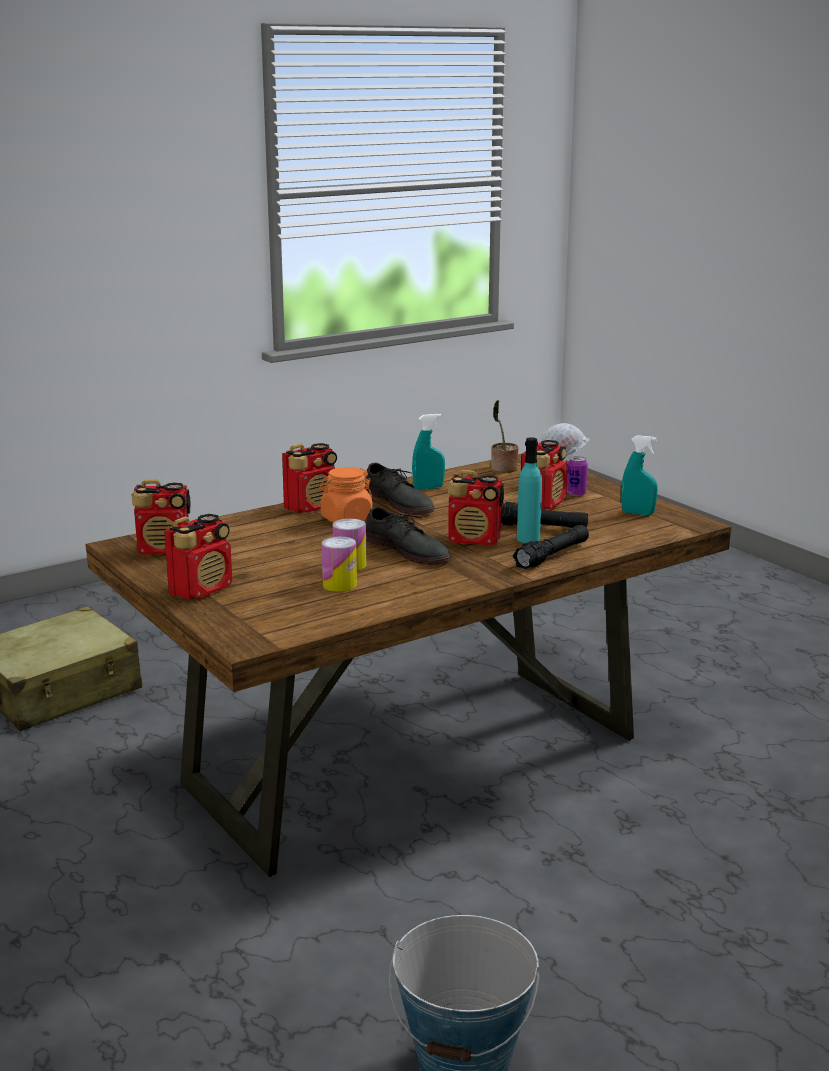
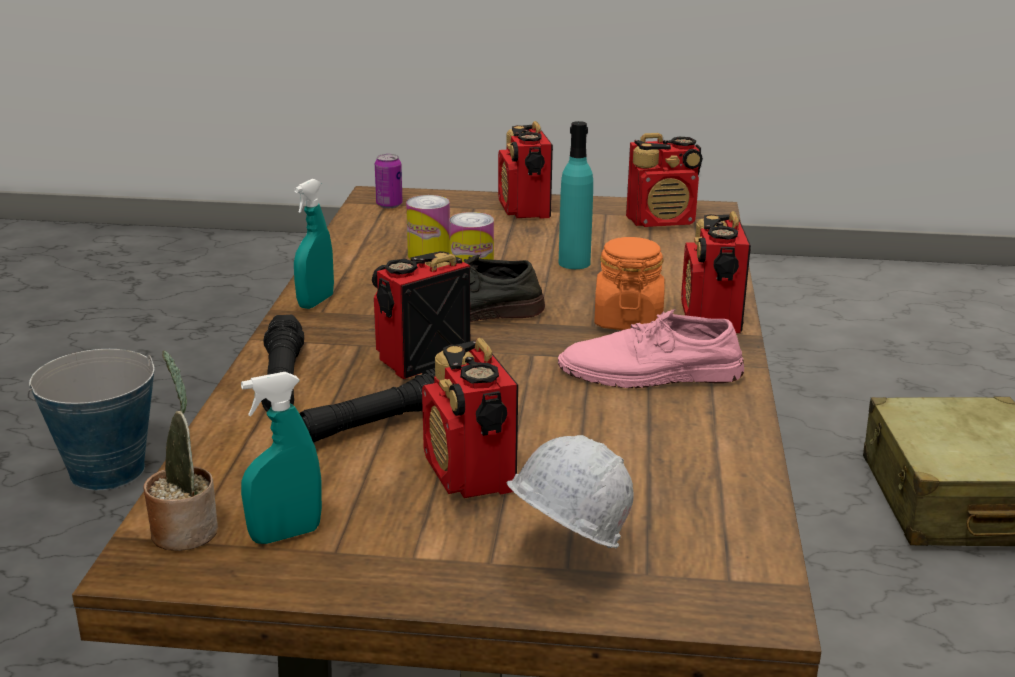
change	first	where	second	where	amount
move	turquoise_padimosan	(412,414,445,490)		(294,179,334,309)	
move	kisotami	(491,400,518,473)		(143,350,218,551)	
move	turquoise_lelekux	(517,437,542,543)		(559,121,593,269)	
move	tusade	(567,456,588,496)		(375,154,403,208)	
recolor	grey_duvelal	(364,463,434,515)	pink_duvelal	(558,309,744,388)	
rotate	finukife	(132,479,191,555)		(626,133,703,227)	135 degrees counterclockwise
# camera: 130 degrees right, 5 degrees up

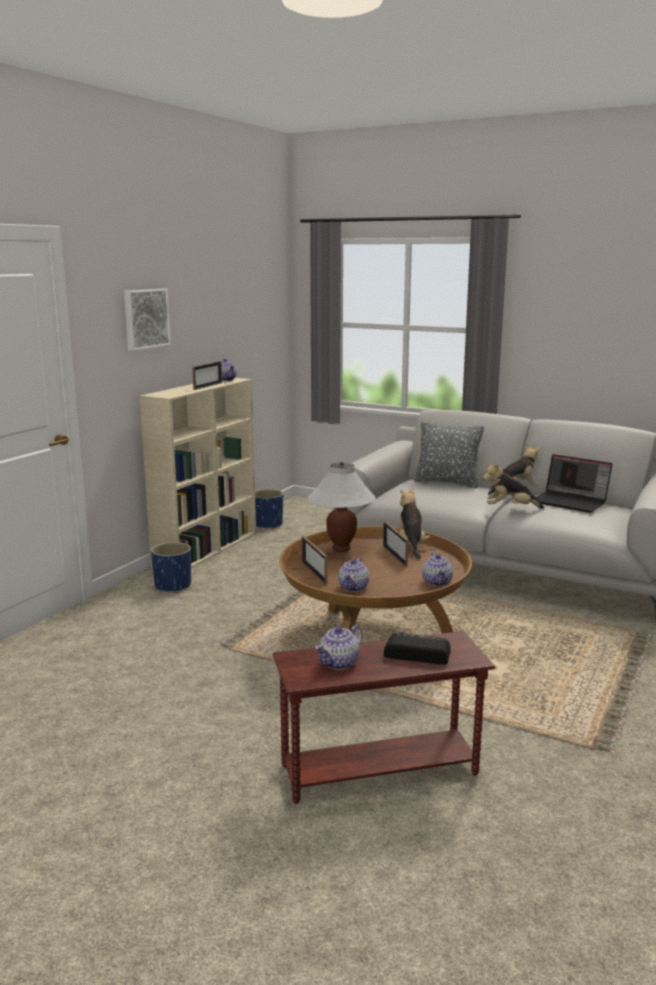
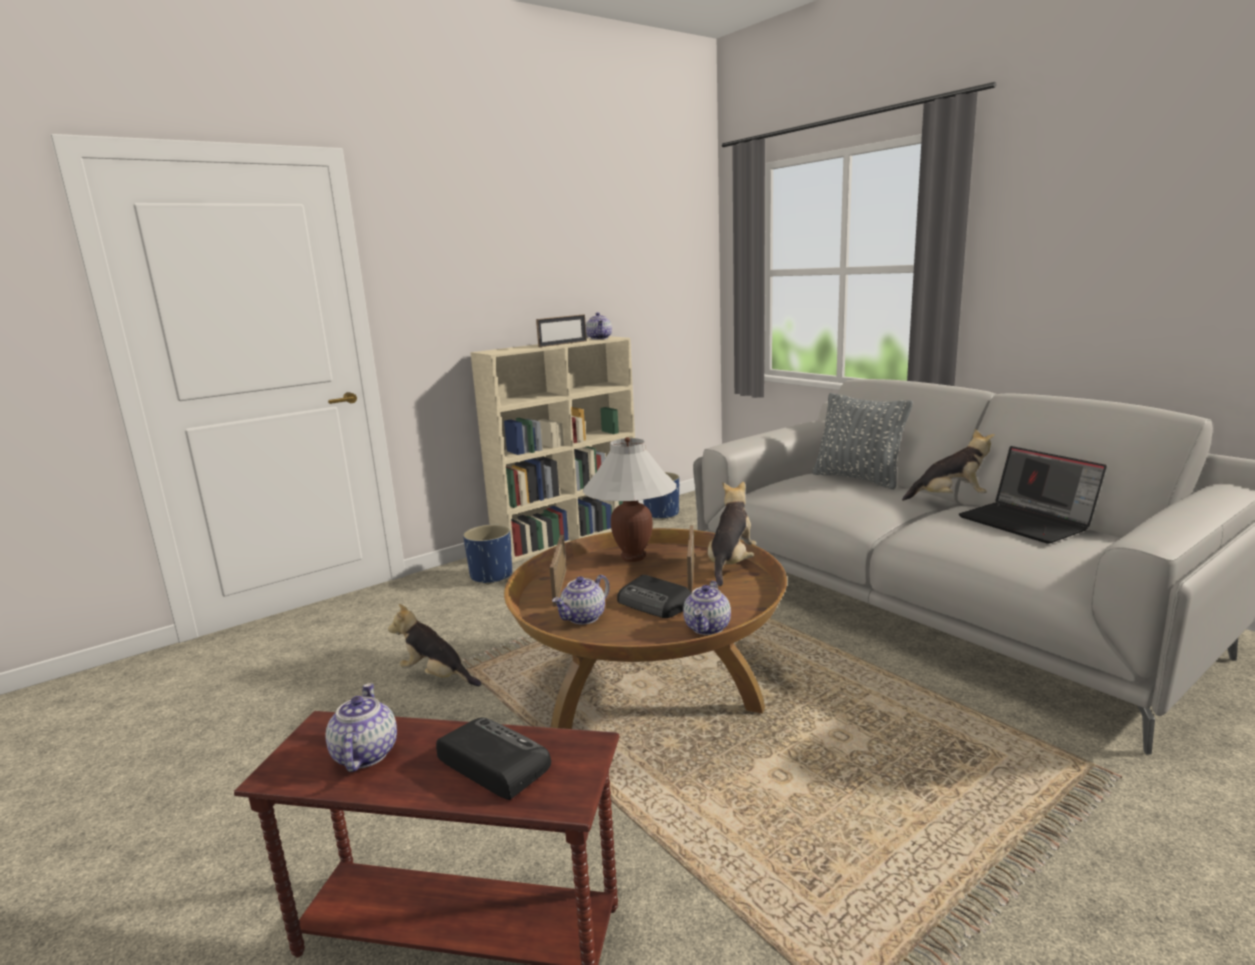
change	first	where	second	where	amount
delete	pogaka	(124,289,171,351)			
insert			finukife	(617,575,691,618)	
move	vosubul	(483,462,544,509)		(388,604,481,686)	
rotate	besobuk	(315,625,362,670)		(325,683,397,772)	105 degrees clockwise
# camera: 25 degrees right, 0 degrees up

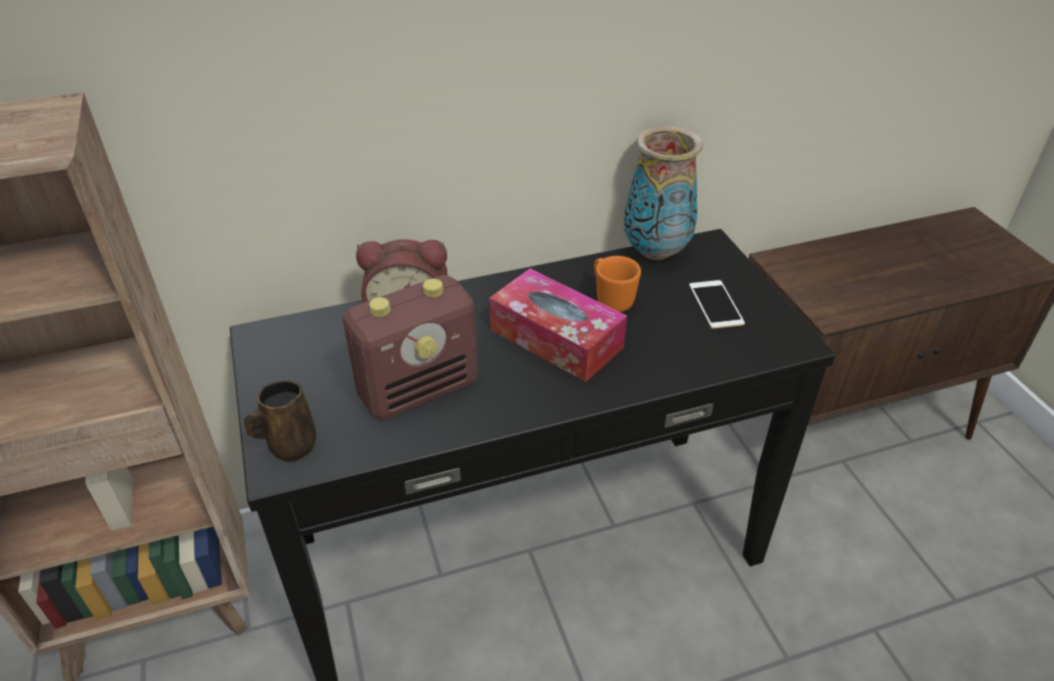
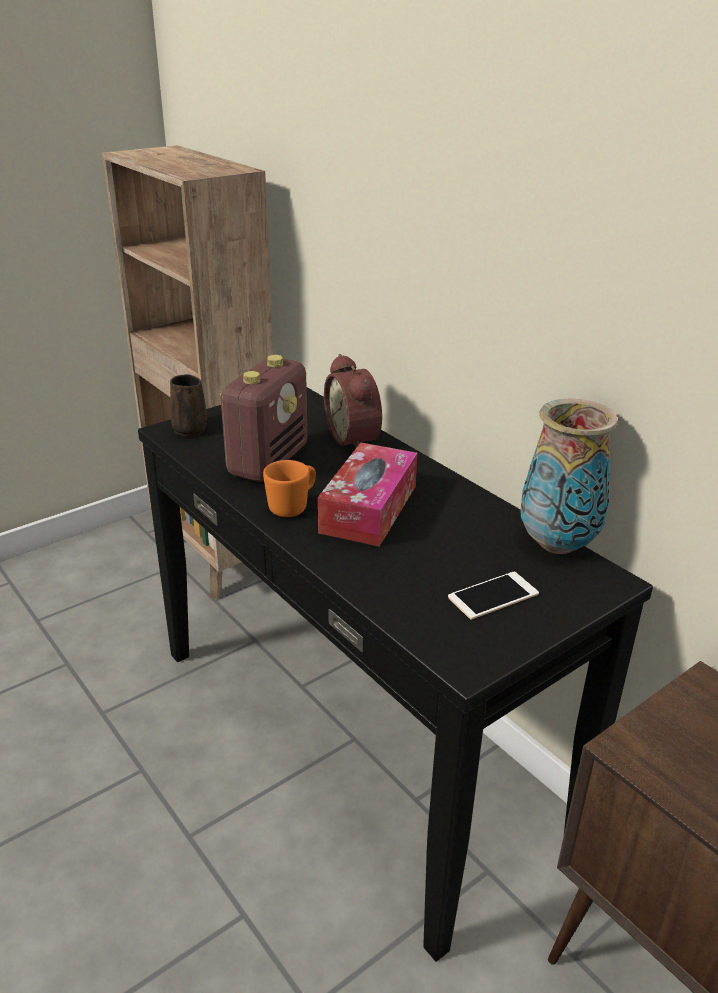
change	first	where	second	where	amount
move	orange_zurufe	(594,256,641,312)		(263,460,316,517)	
rotate	finukife	(343,275,478,420)		(220,355,307,482)	105 degrees counterclockwise
# camera: 70 degrees right, 10 degrees down

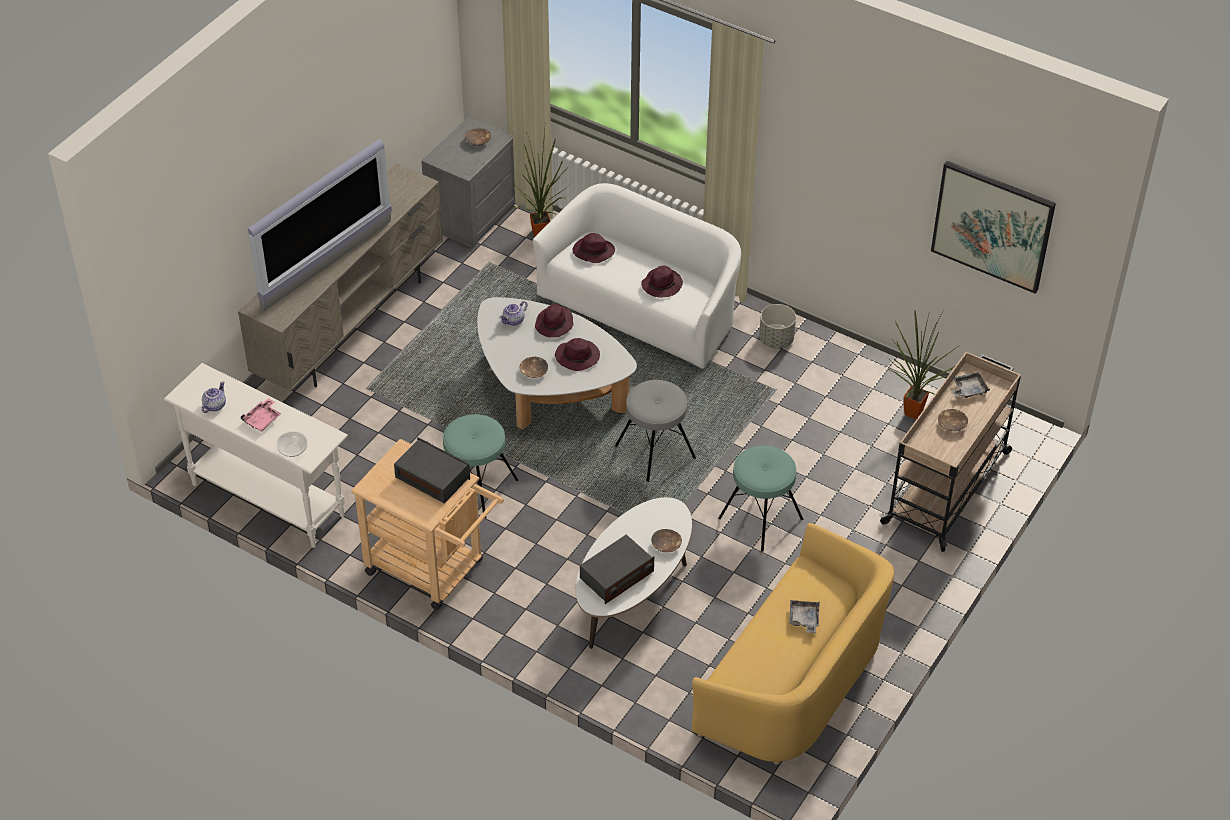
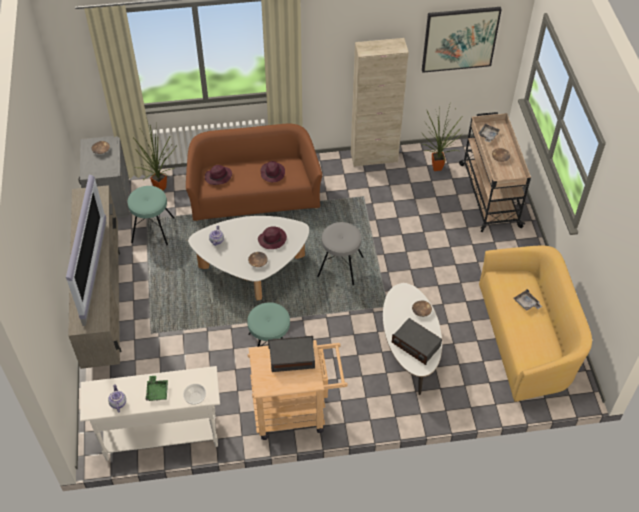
change	first	where	second	where	amount
delete	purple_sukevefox	(535,304,574,338)			
delete	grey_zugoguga	(759,304,796,349)			
insert			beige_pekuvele	(351,38,409,167)	
move	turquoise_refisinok	(718,445,803,552)		(128,186,175,246)	
recolor	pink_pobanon	(241,398,281,432)	green_pobanon	(146,376,168,401)	
recolor	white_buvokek	(533,183,741,369)	brown_buvokek	(186,124,322,221)	
rotate	finukife	(580,534,654,604)		(392,318,442,365)	120 degrees clockwise
# camera: 40 degrees left, 5 degrees up

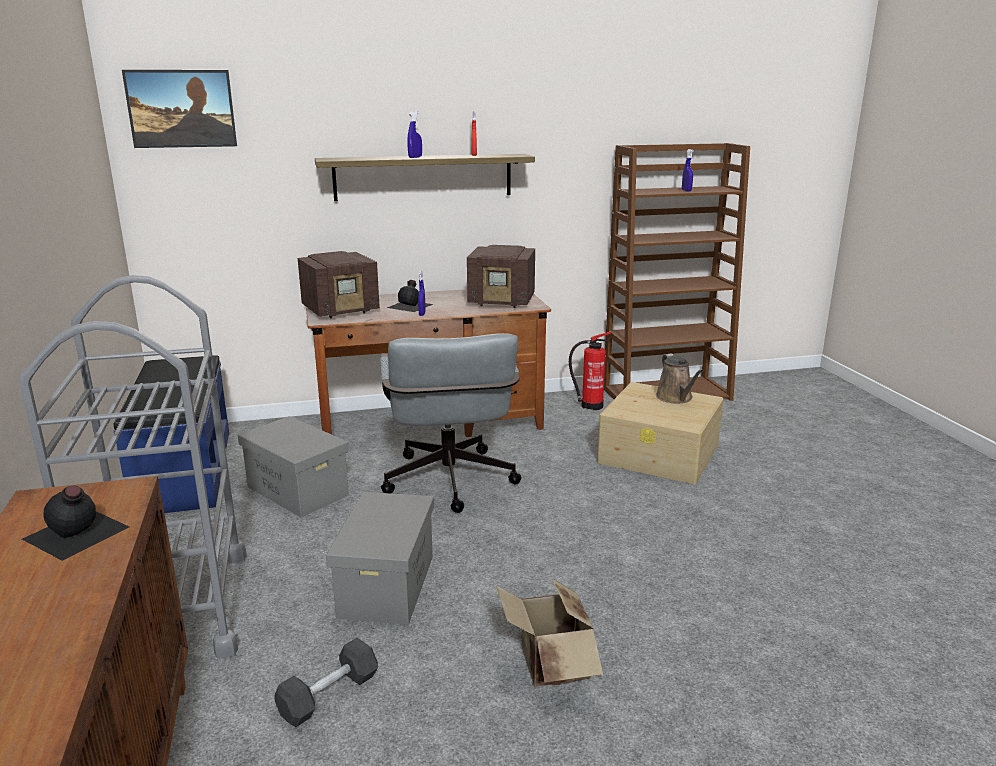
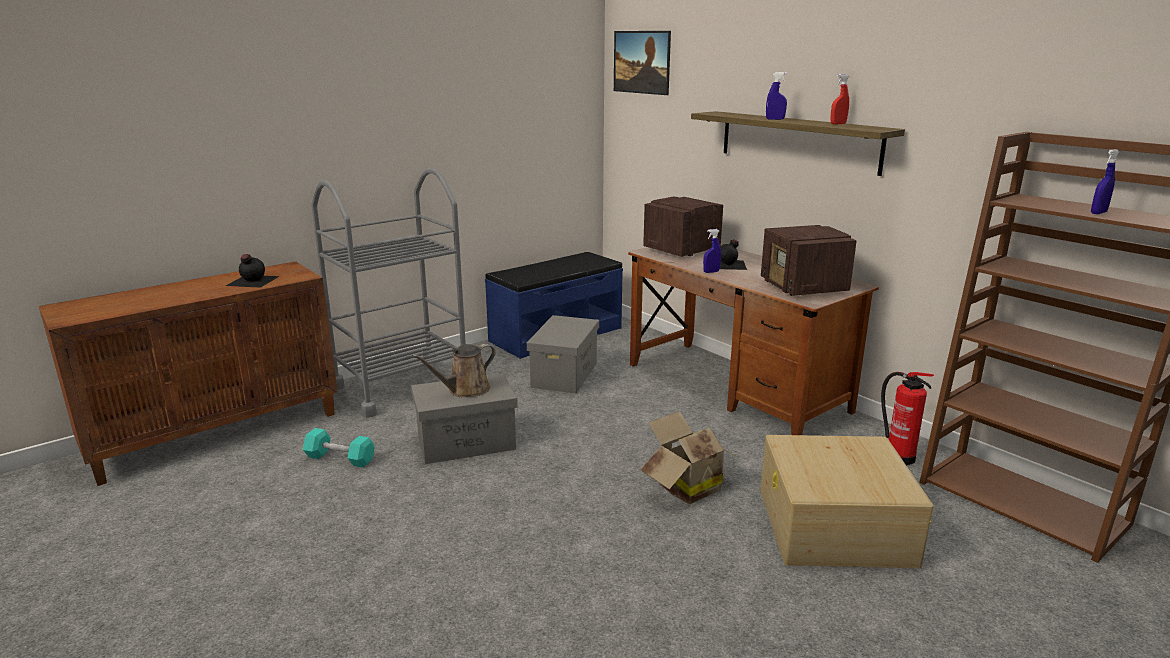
change	first	where	second	where	amount
delete	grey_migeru	(380,333,521,513)			
move	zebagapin	(496,578,603,686)		(641,411,739,504)	
move	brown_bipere	(656,354,703,403)		(412,344,496,397)	
recolor	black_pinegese	(275,638,378,727)	turquoise_pinegese	(303,428,375,468)	
rotate	finukife	(298,251,380,318)		(643,196,723,257)	105 degrees clockwise
# camera: 65 degrees right, 0 degrees up

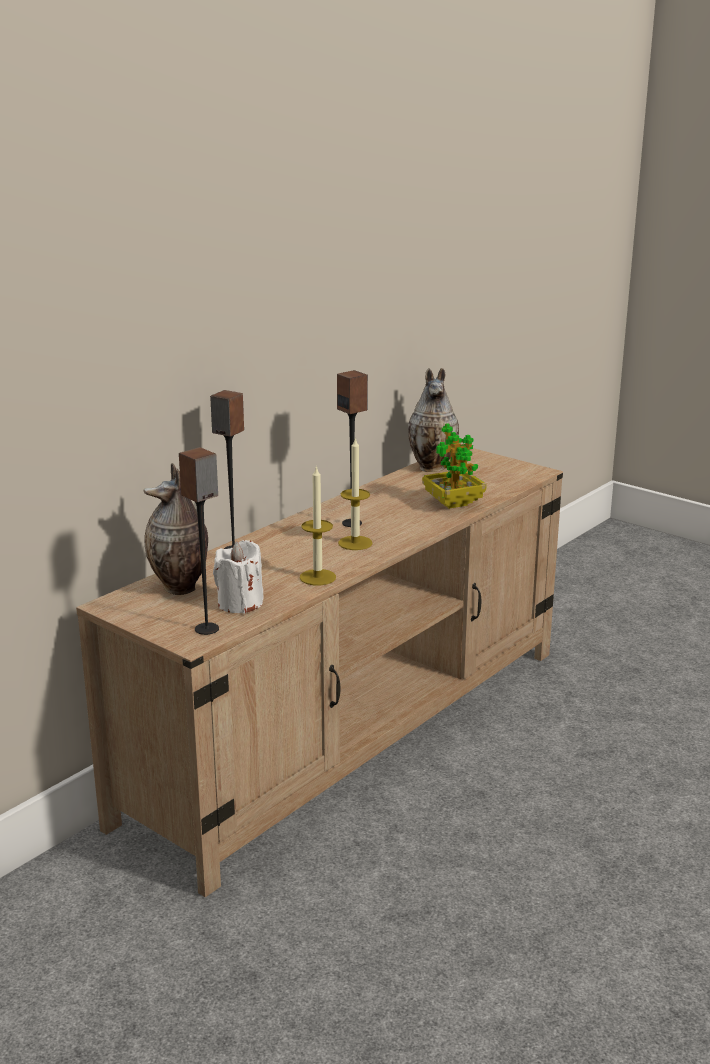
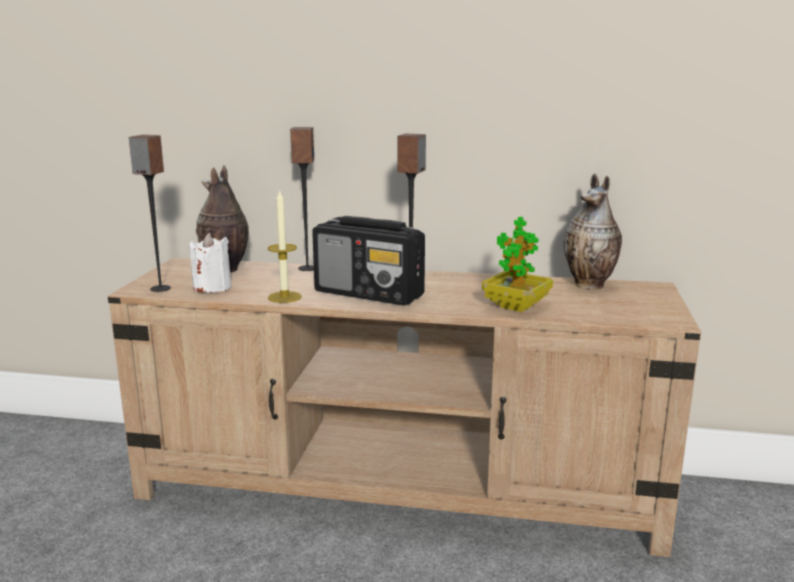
change	first	where	second	where	amount
replace	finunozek	(338,437,373,550)	finukife	(312,216,425,306)	
# camera: 60 degrees right, 5 degrees down

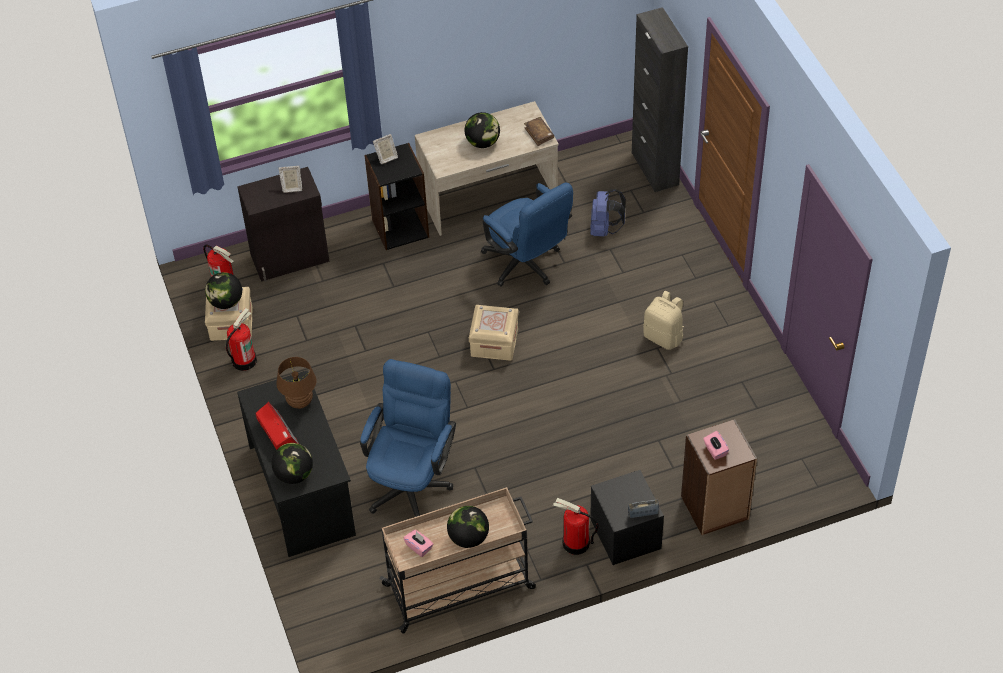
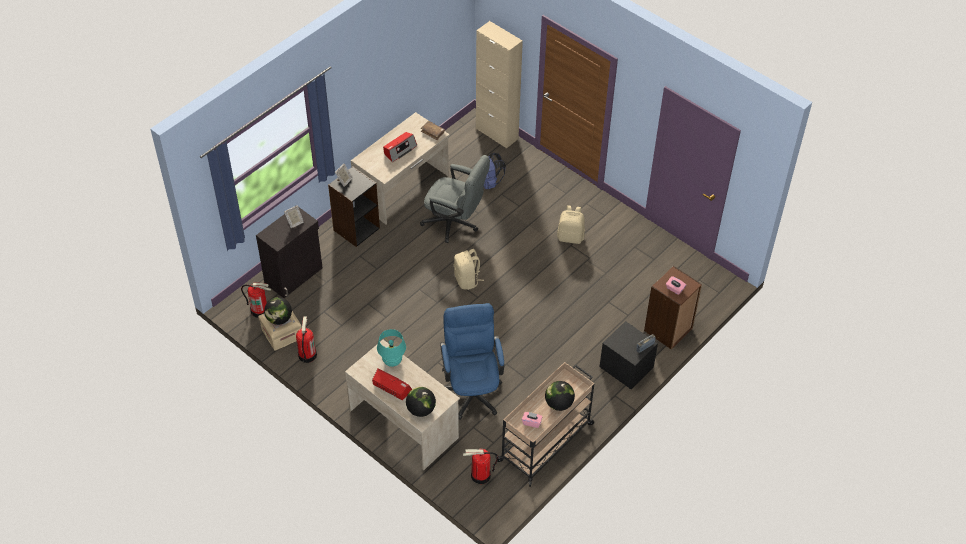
change	first	where	second	where	amount
move	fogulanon	(553,498,599,555)		(463,449,499,484)	
replace	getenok	(465,112,500,148)	finukife	(383,132,417,162)	
replace	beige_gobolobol	(469,305,519,361)	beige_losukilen	(454,249,484,290)	
recolor	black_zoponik	(237,371,356,557)	beige_zoponik	(345,340,460,470)	
recolor	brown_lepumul	(276,357,316,409)	turquoise_lepumul	(377,329,406,367)	
recolor	blue_migeru	(481,183,573,286)	grey_migeru	(420,155,490,243)	
recolor	black_pekuvele	(632,7,688,192)	beige_pekuvele	(476,21,523,149)	
# camera: 30 degrees left, 0 degrees up

